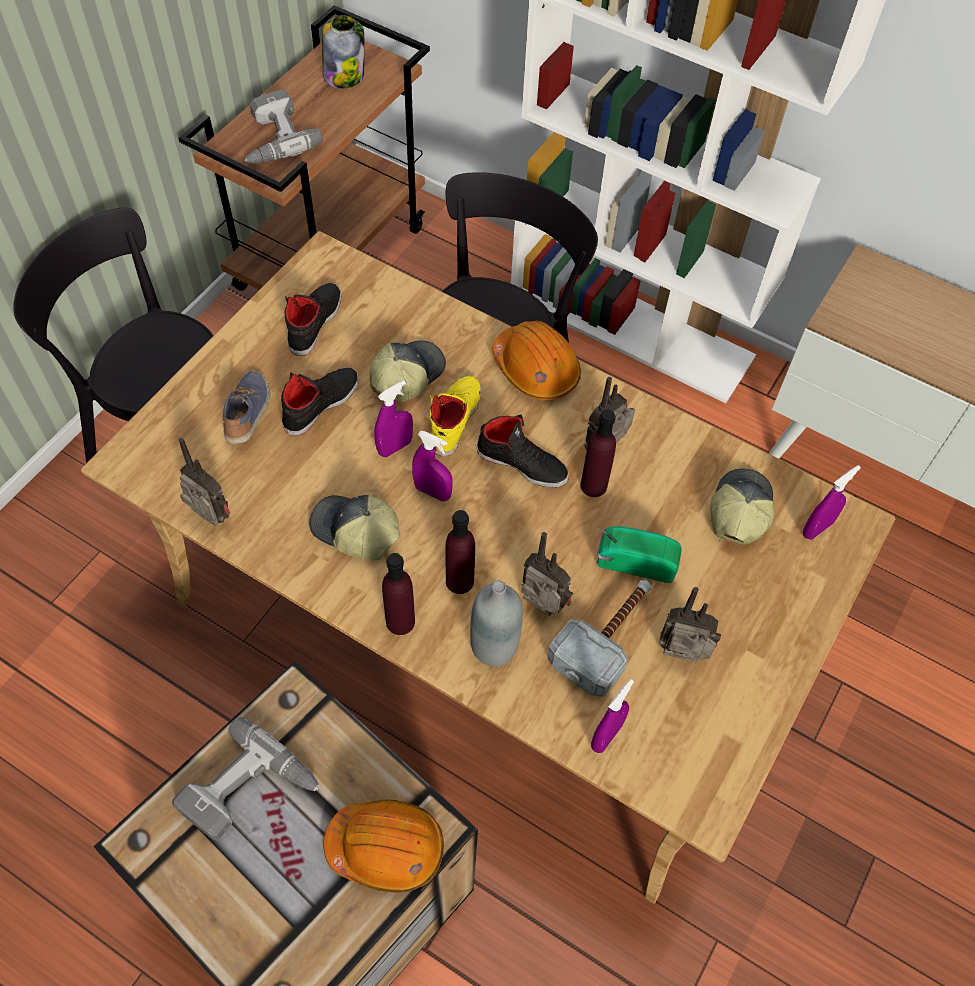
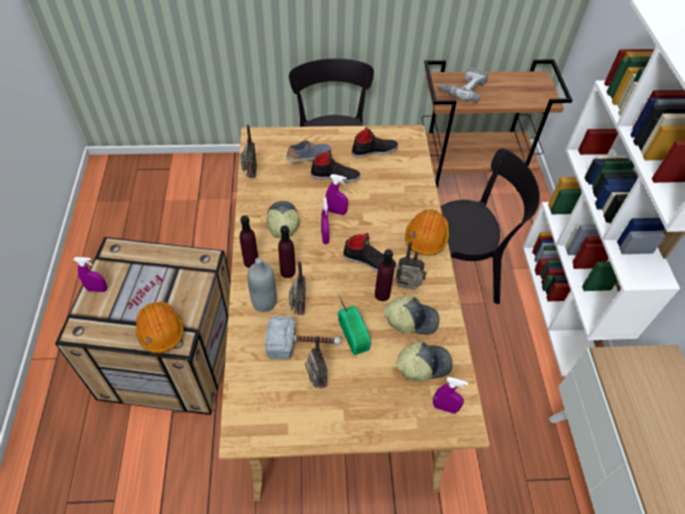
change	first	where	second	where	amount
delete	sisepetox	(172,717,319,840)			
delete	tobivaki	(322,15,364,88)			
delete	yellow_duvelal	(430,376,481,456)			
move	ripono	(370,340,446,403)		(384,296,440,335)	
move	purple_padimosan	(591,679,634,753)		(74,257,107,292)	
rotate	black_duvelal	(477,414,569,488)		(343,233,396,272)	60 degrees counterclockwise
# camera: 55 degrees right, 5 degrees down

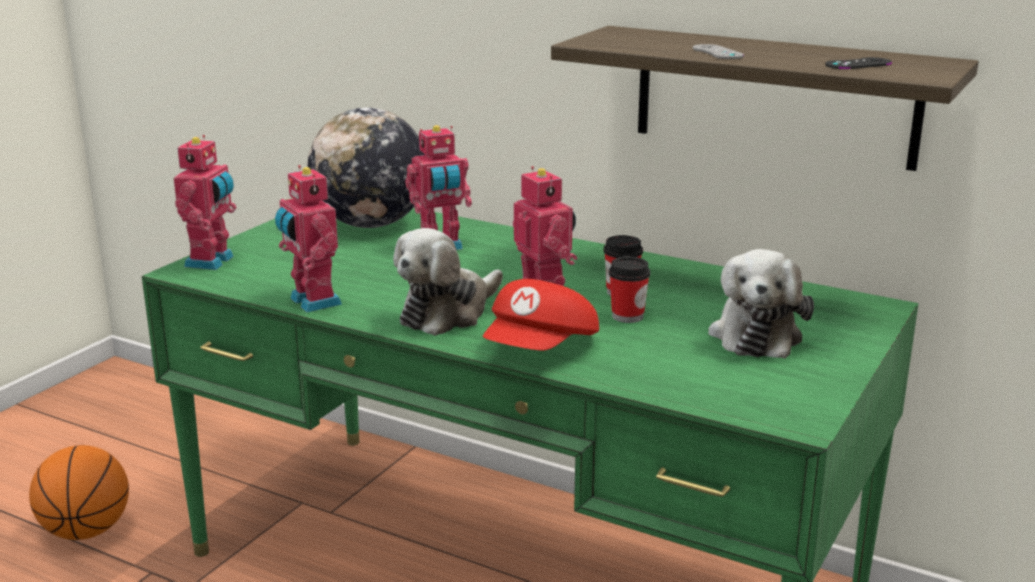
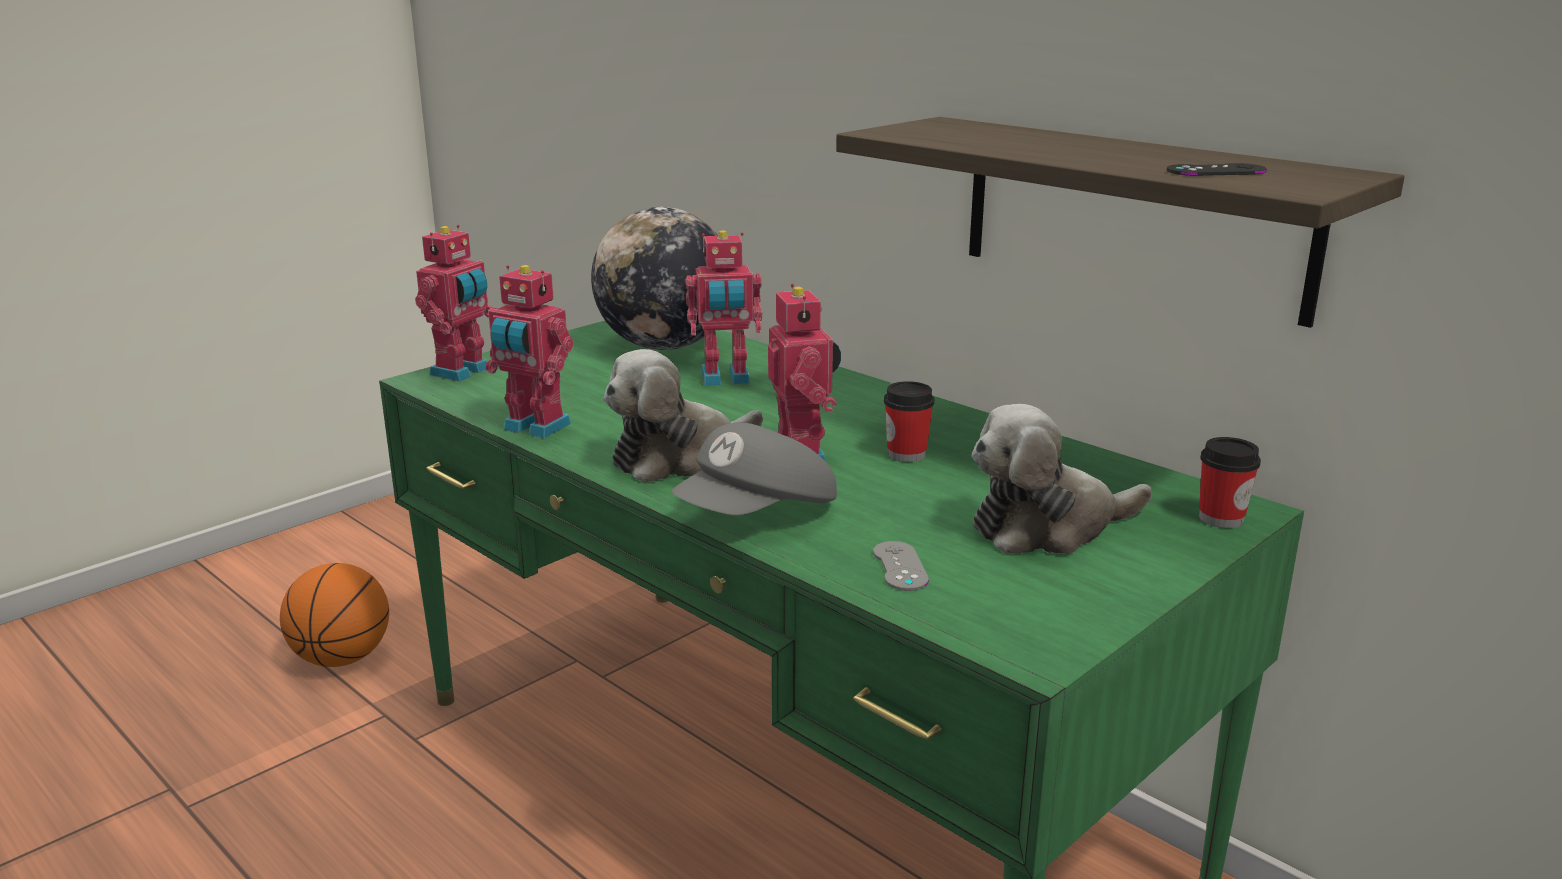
change	first	where	second	where	amount
move	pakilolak	(609,257,650,323)		(1199,437,1261,528)	
move	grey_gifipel	(693,44,744,59)		(873,541,929,591)	
recolor	red_ripono	(483,279,599,350)	grey_ripono	(671,423,837,515)	
rotate	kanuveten	(275,165,342,312)		(485,265,573,438)	45 degrees counterclockwise
rotate	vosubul	(708,249,814,359)		(972,404,1152,554)	45 degrees clockwise
# camera: 15 degrees right, 0 degrees up

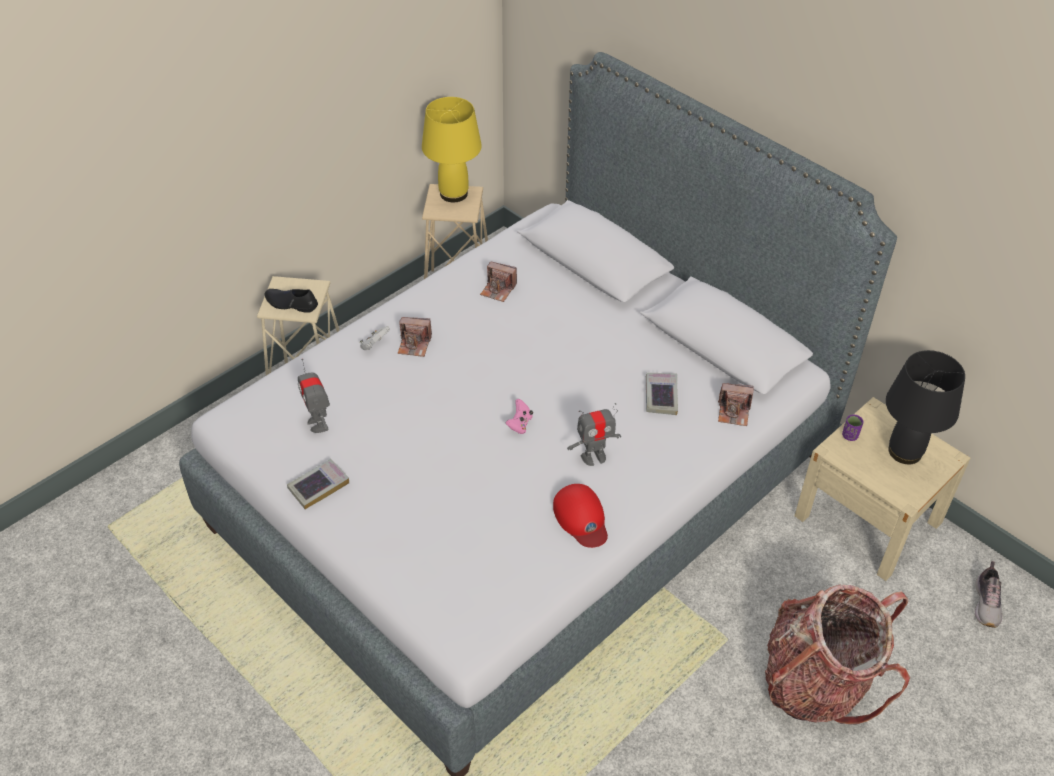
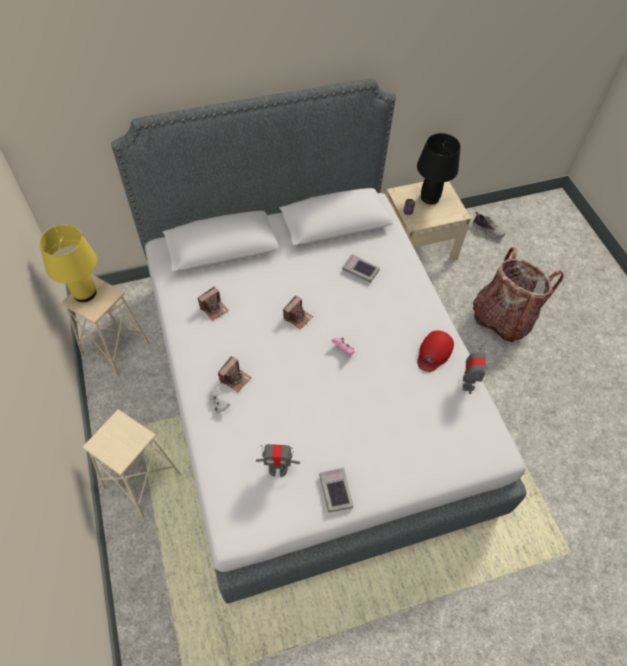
change	first	where	second	where	amount
delete	black_duvelal	(265,289,318,313)			
move	kanuveten	(567,403,621,466)		(463,345,486,394)	
move	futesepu	(718,383,754,426)		(283,295,313,329)	
rotate	red_ripono	(553,484,608,548)		(417,331,454,372)	120 degrees clockwise
# camera: 65 degrees left, 10 degrees up

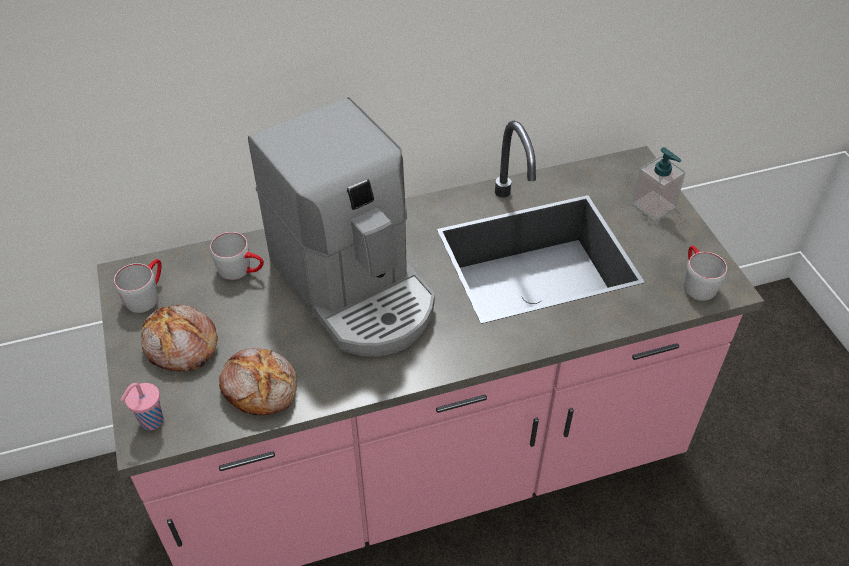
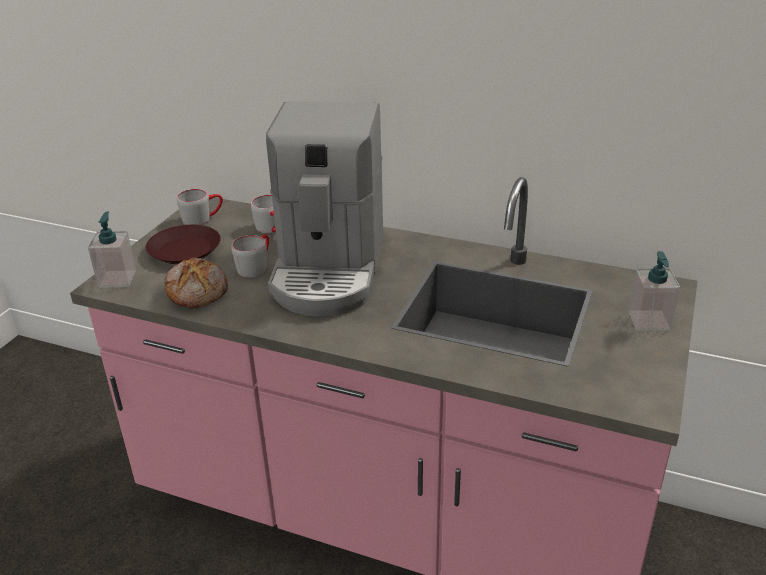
change	first	where	second	where	amount
move	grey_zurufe	(684,246,727,301)		(231,235,269,278)	
replace	pink_pakilolak	(120,383,163,430)	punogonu	(88,211,136,288)	
replace	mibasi	(141,305,218,372)	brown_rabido	(146,225,221,264)	
# camera: 40 degrees right, 15 degrees down

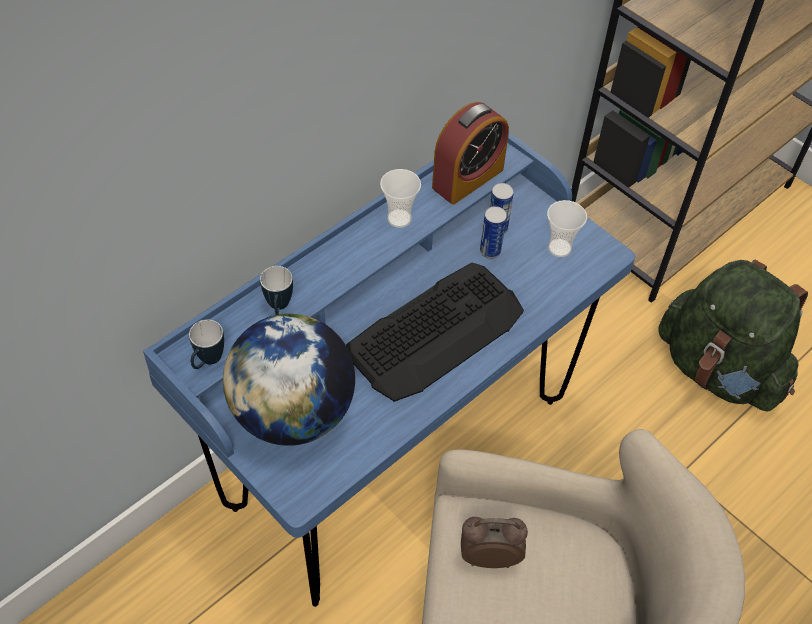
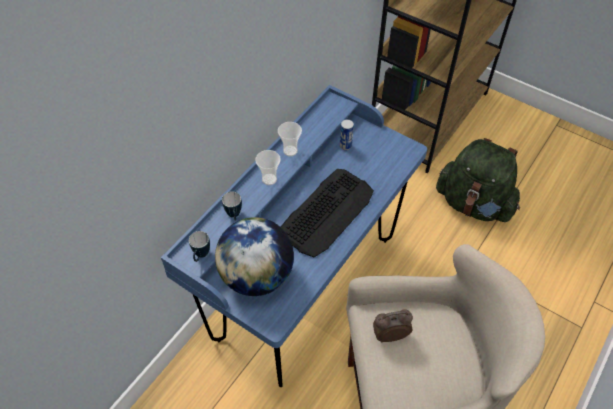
change	first	where	second	where	amount
delete	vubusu	(432,102,509,205)			
delete	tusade	(480,206,507,259)			
move	pakilolak	(547,200,587,257)		(255,150,281,185)	
# camera: 10 degrees left, 0 degrees up

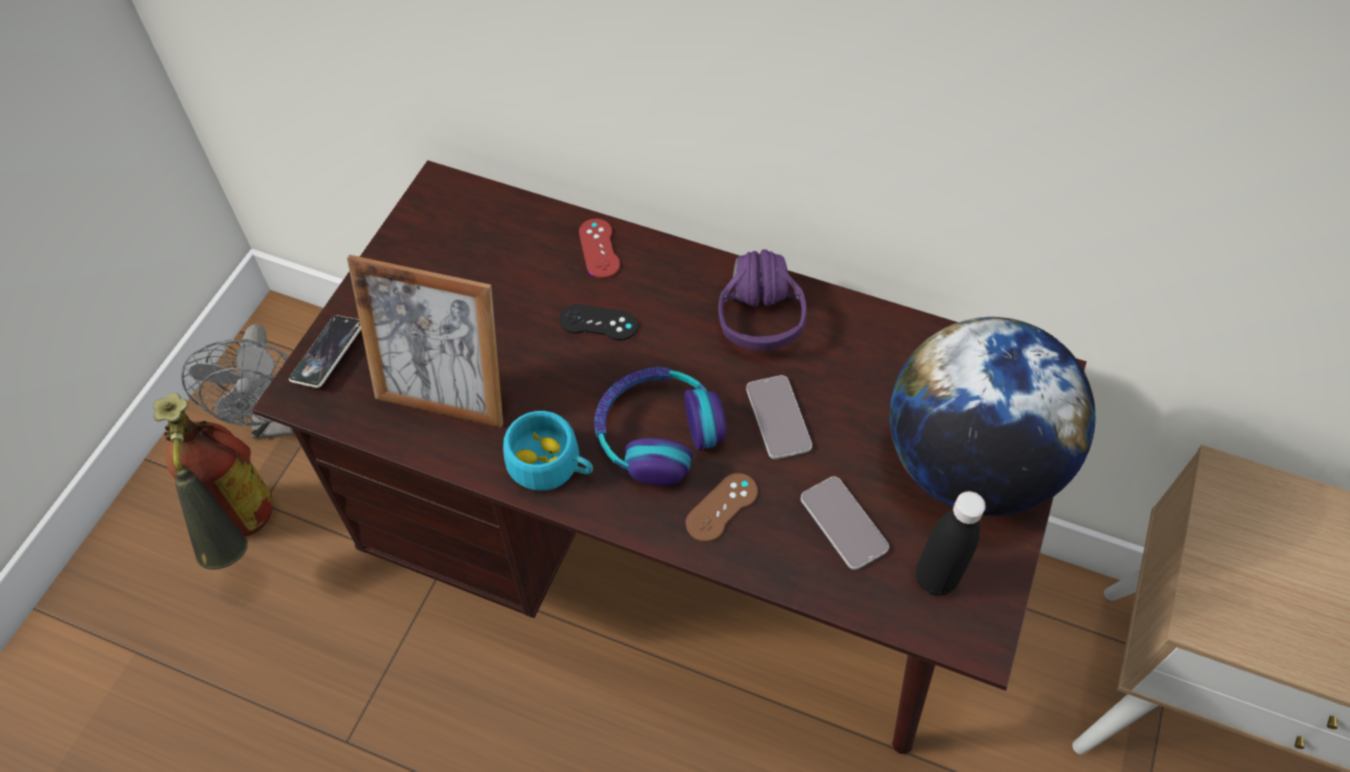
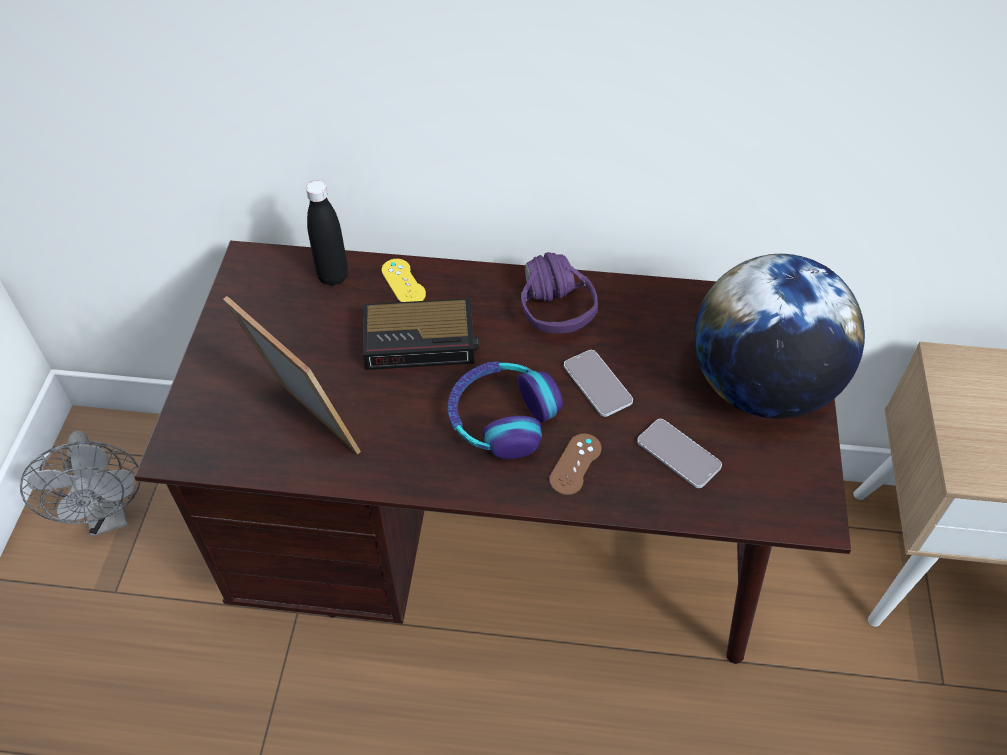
change	first	where	second	where	amount
delete	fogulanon	(153,393,273,570)			
delete	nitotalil	(289,315,361,388)			
delete	turquoise_pakilolak	(503,411,593,491)			
move	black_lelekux	(916,491,986,596)		(306,180,348,286)	
replace	black_gifipel	(559,304,638,340)	vubusu	(363,298,480,370)	
recolor	red_gifipel	(579,219,620,278)	yellow_gifipel	(381,259,426,302)	
rotate	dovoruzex	(347,255,503,428)		(223,296,361,455)	135 degrees counterclockwise
# camera: 15 degrees left, 5 degrees down

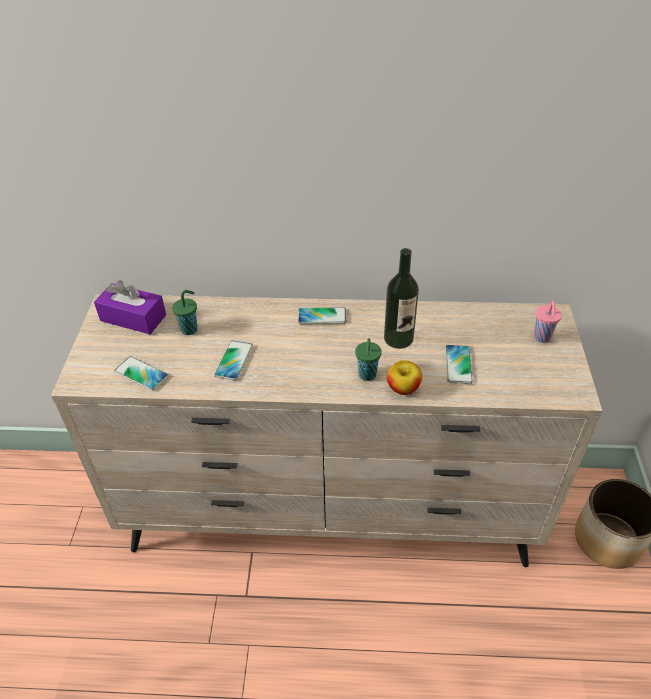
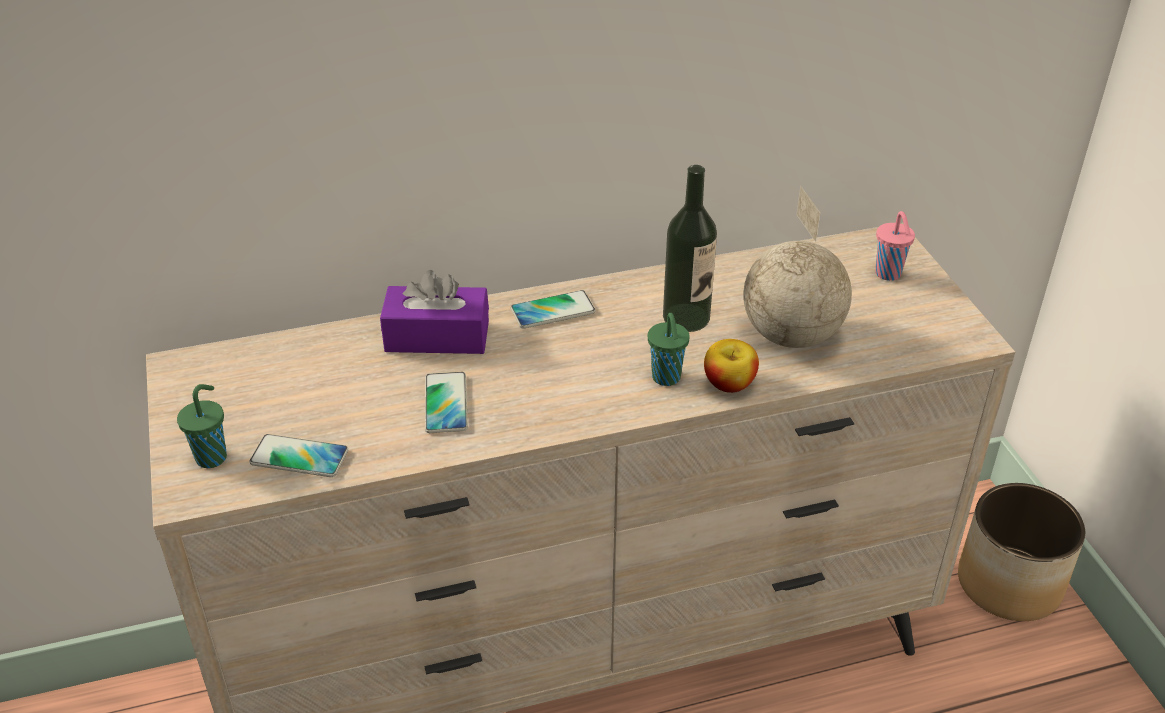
change	first	where	second	where	amount
move	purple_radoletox	(94,280,166,334)		(380,270,489,354)	
move	green_pakilolak	(172,290,197,335)		(177,384,227,468)	
replace	nitotalil	(445,345,473,384)	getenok	(743,185,852,348)	
# camera: 20 degrees left, 5 degrees down

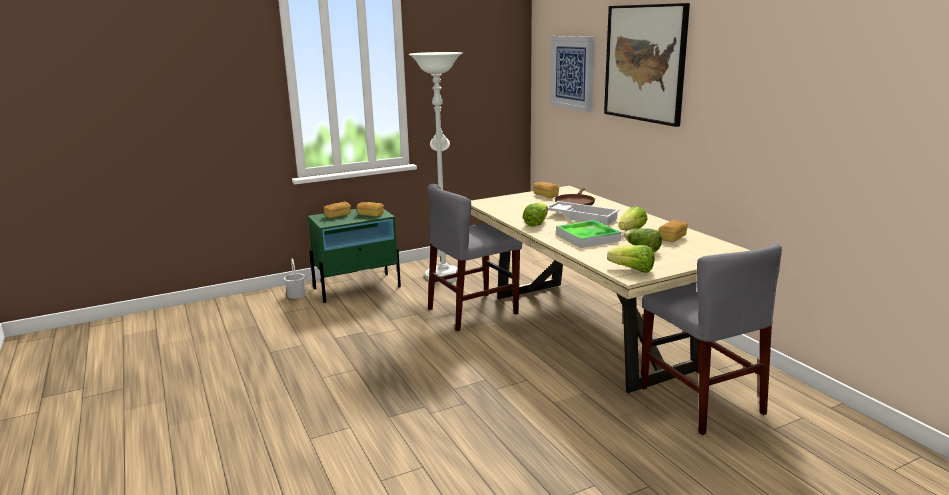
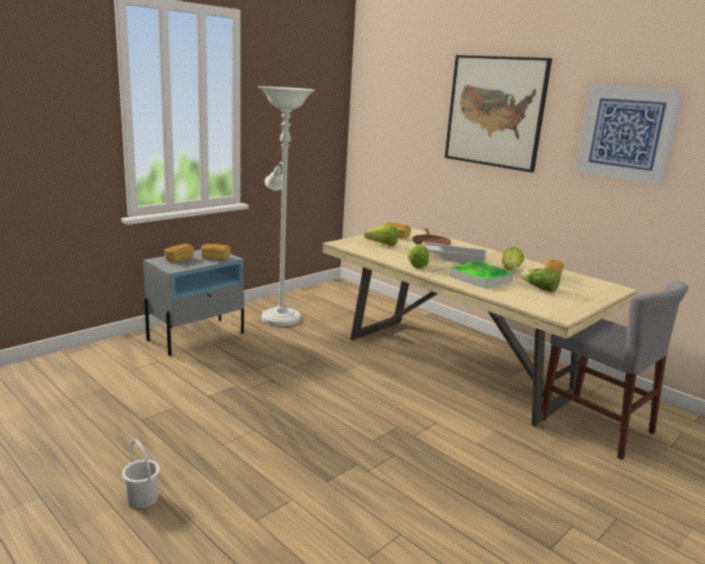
change	first	where	second	where	amount
delete	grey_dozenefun	(428,184,522,331)			
move	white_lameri	(284,259,306,299)		(122,439,160,508)	
move	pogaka	(550,36,595,112)		(575,84,685,185)	
move	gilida	(607,245,655,273)		(364,226,398,246)	
recolor	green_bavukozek	(308,209,401,303)	grey_bavukozek	(143,250,244,356)	
# camera: 20 degrees left, 0 degrees up

